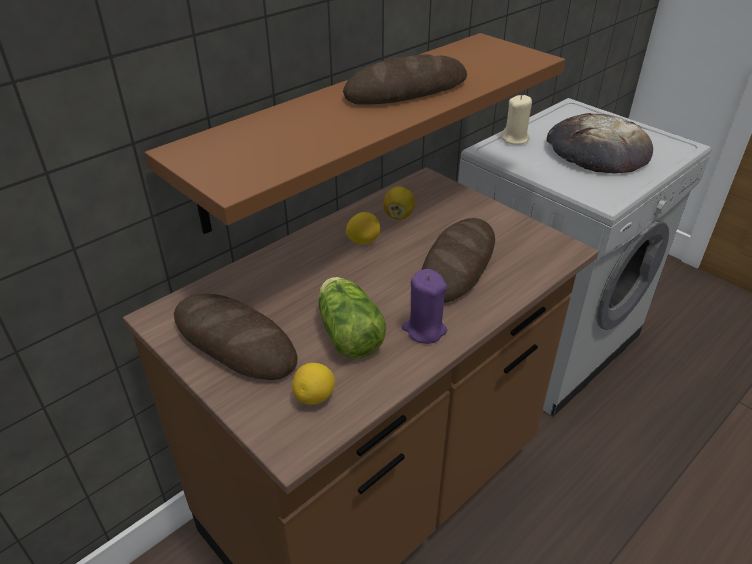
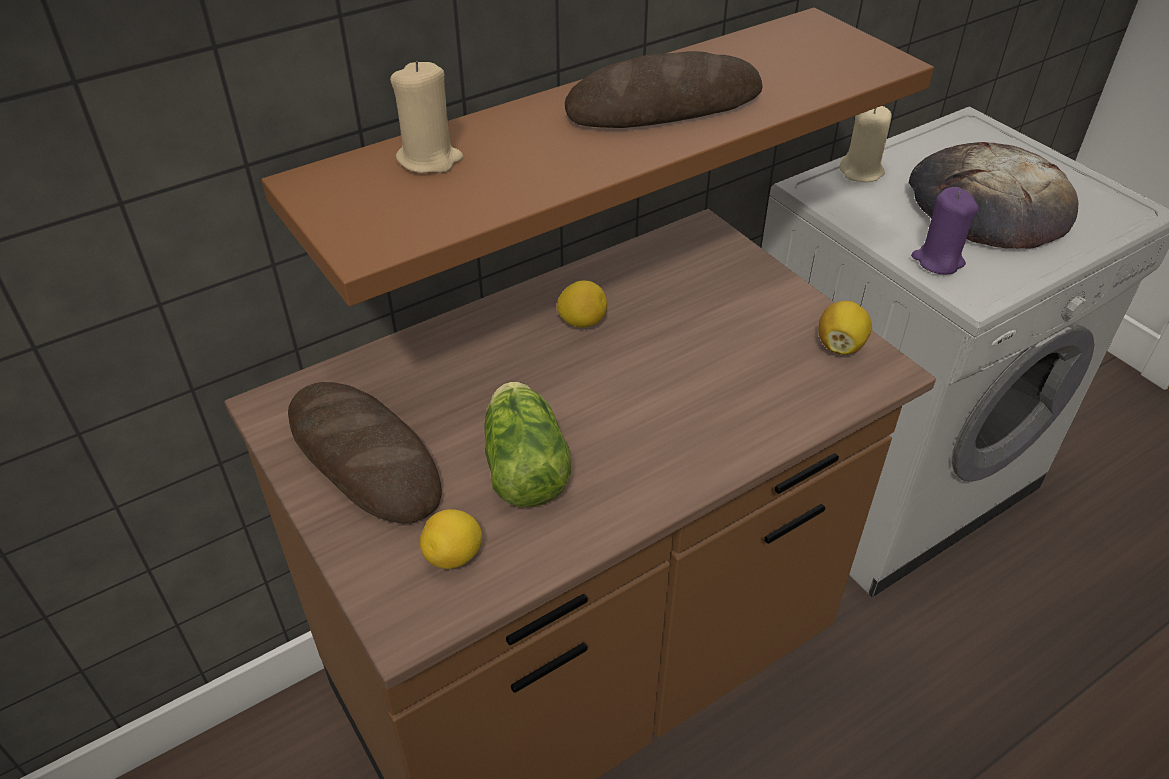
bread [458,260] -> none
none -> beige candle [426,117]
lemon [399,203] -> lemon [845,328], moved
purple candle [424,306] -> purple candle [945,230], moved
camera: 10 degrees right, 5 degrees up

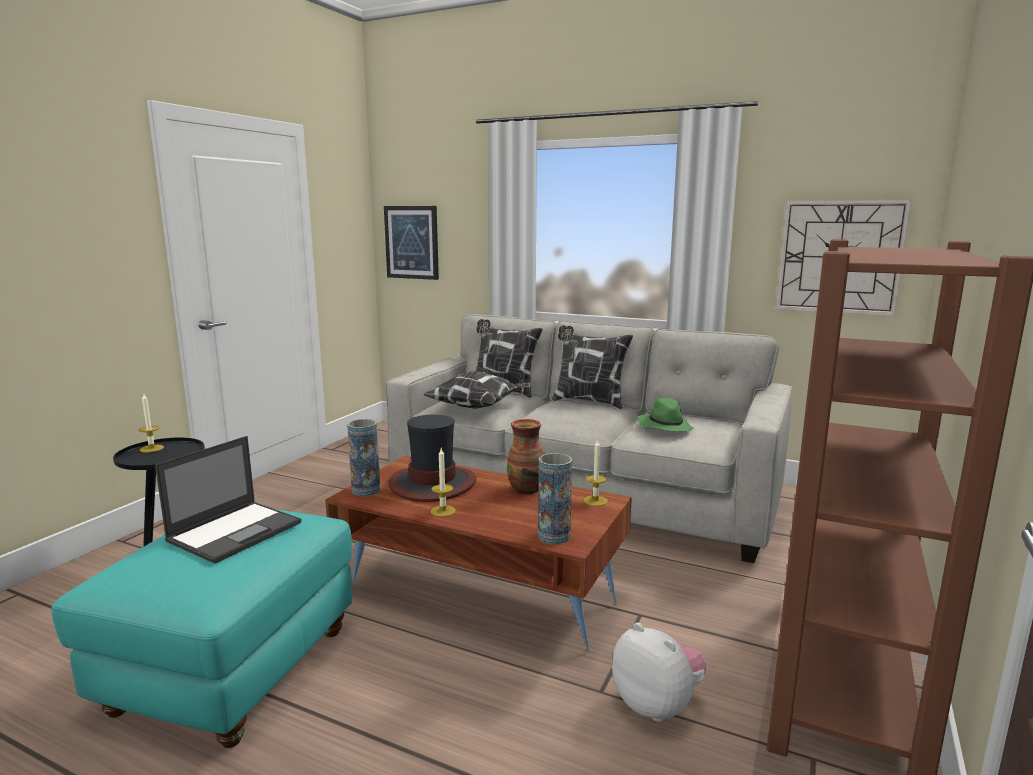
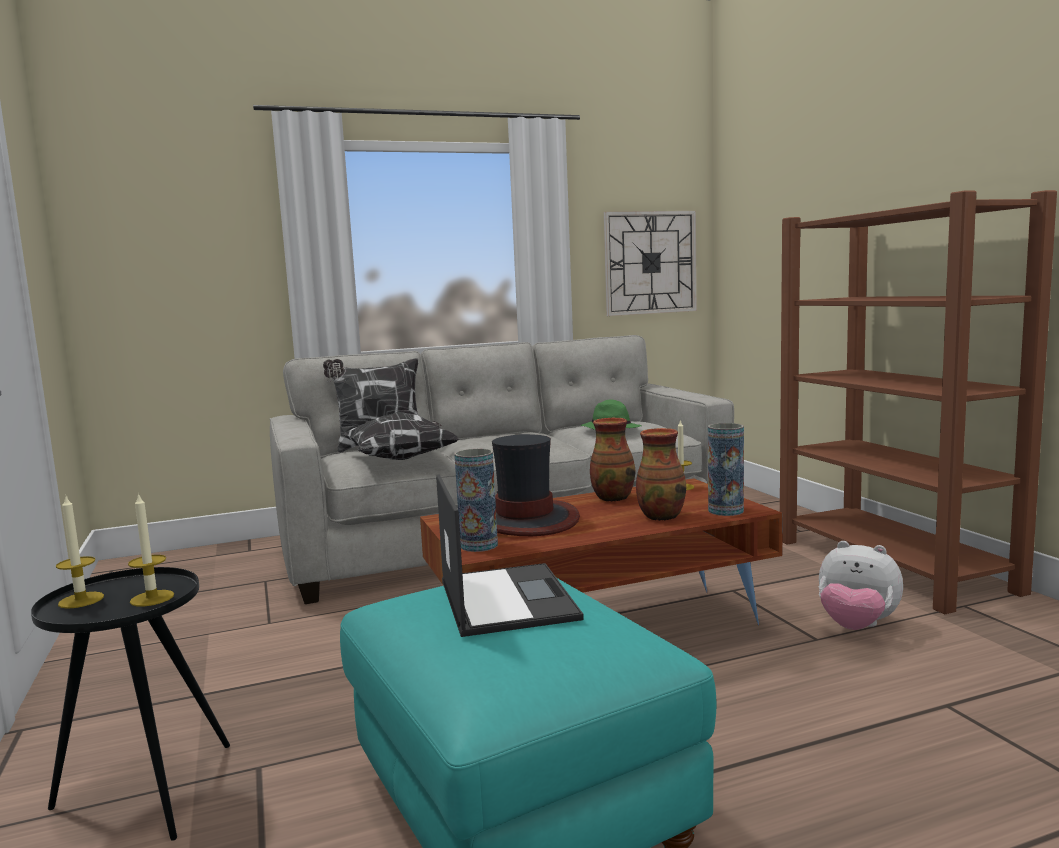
picture [411,243] -> none
pillow [592,367] -> none
none -> vase [661,474]
candle [443,482] -> candle [151,550], moved
plush toy [659,672] -> plush toy [861,585], 150 degrees counterclockwise
camera: 45 degrees left, 5 degrees down

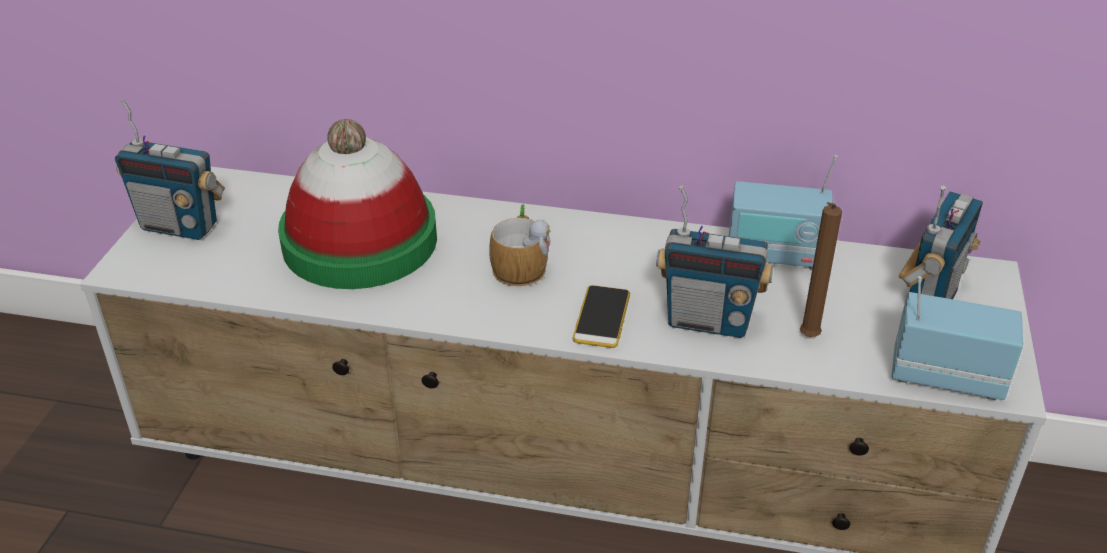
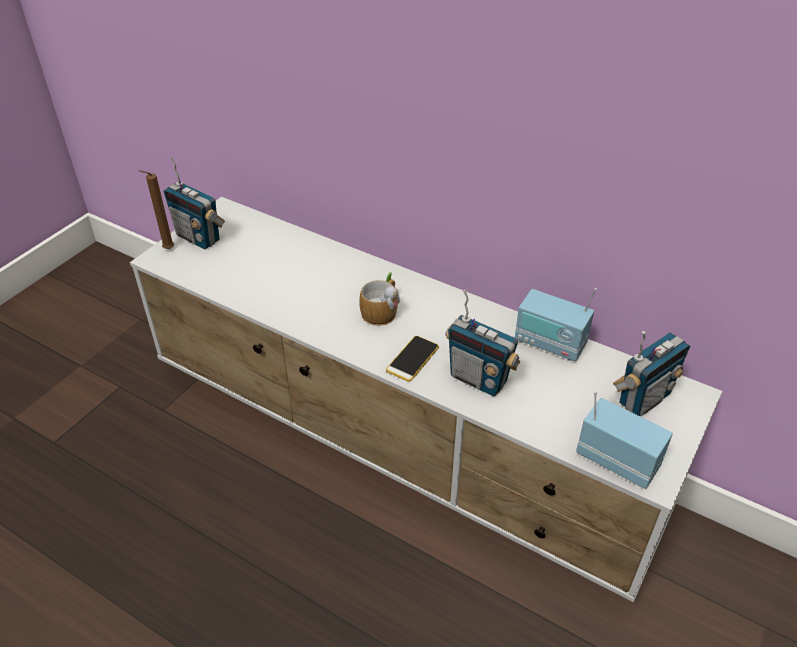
hat [357,204] -> none
brown candle [821,269] -> brown candle [156,209], moved
camera: 20 degrees right, 5 degrees up

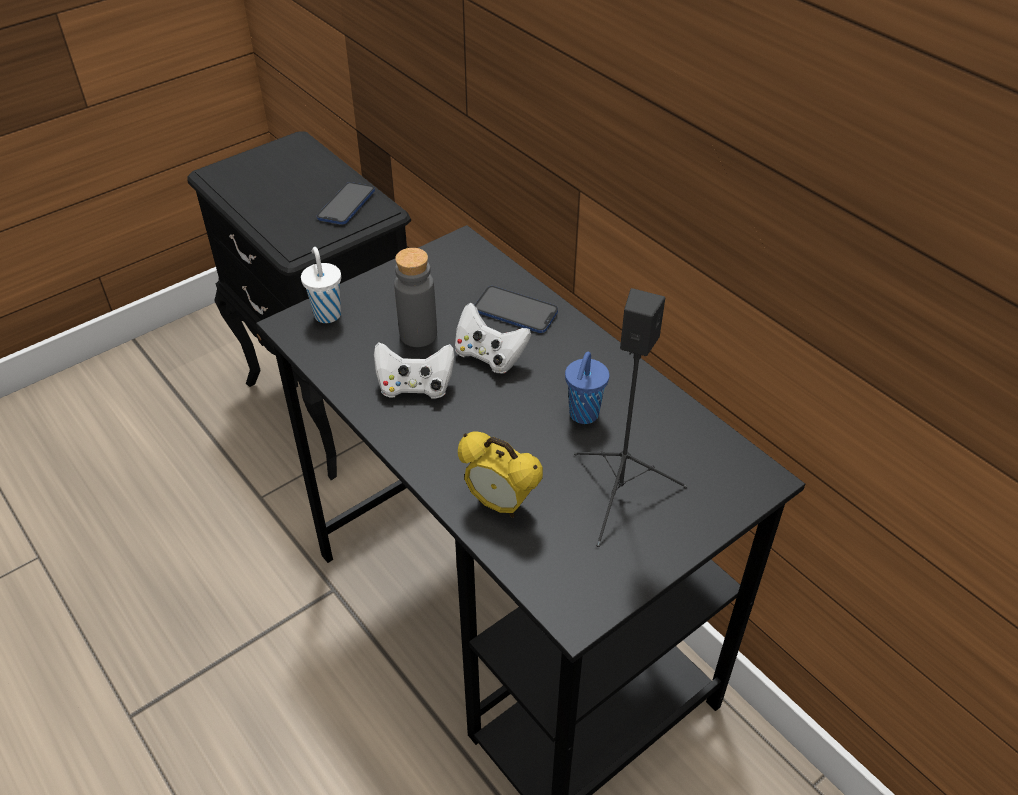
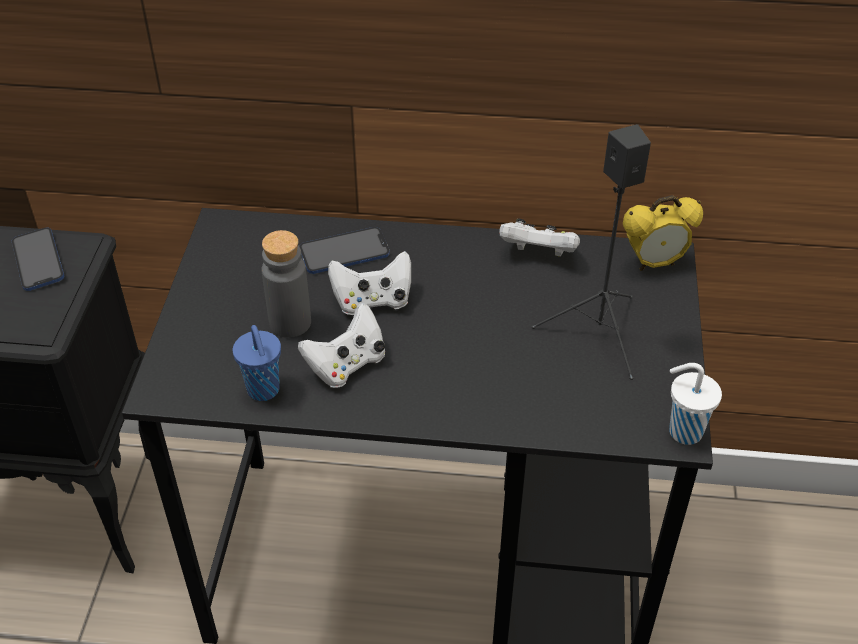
none -> white game controller [540,237]
white cup [321,285] -> white cup [695,404], moved
alarm clock [500,474] -> alarm clock [663,233], moved
blue cup [587,388] -> blue cup [257,363], moved
camera: 45 degrees left, 0 degrees up

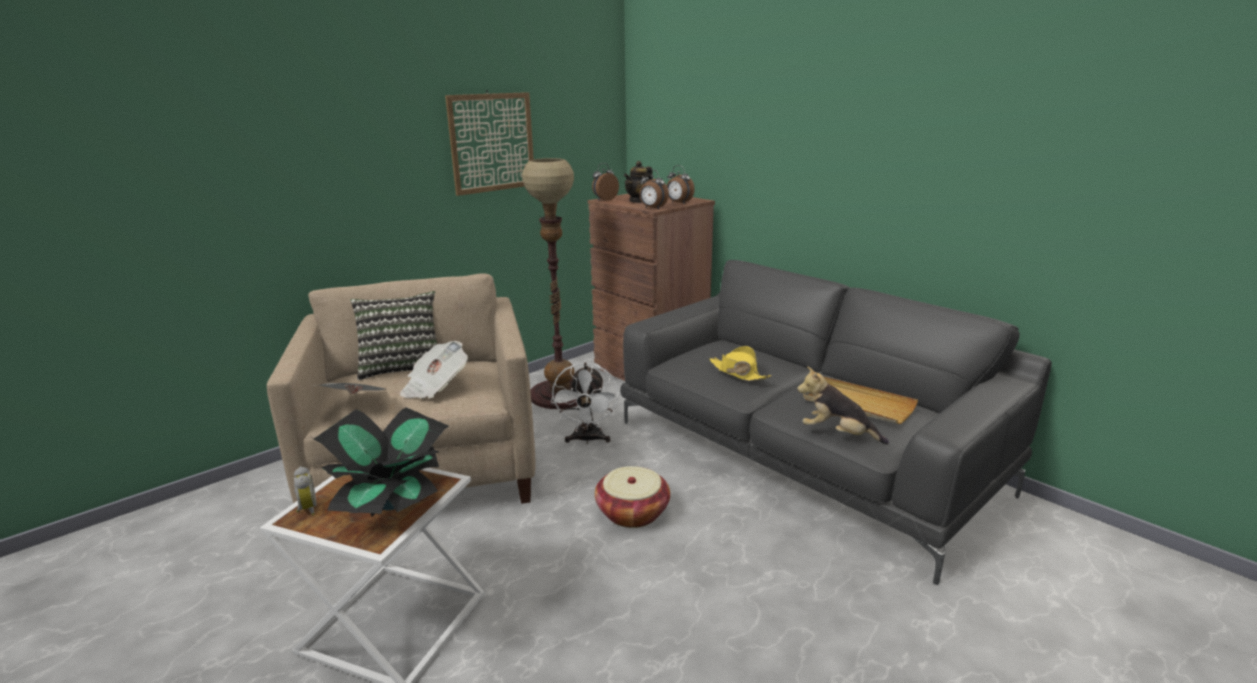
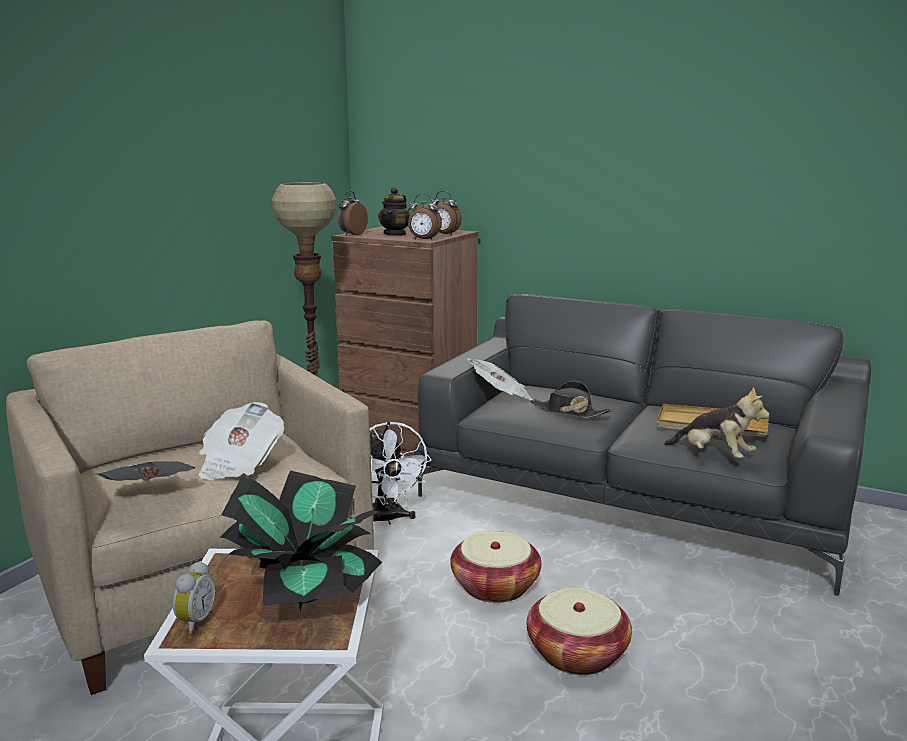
pillow [393,335] -> none
picture [489,143] -> none
none -> newspaper [500,379]
none -> basket [579,631]
yellow hat [740,363] -> black hat [571,399]
alarm clock [305,491] -> alarm clock [194,597], 60 degrees clockwise
plush toy [843,405] -> plush toy [716,422], 150 degrees counterclockwise
camera: 20 degrees left, 5 degrees down

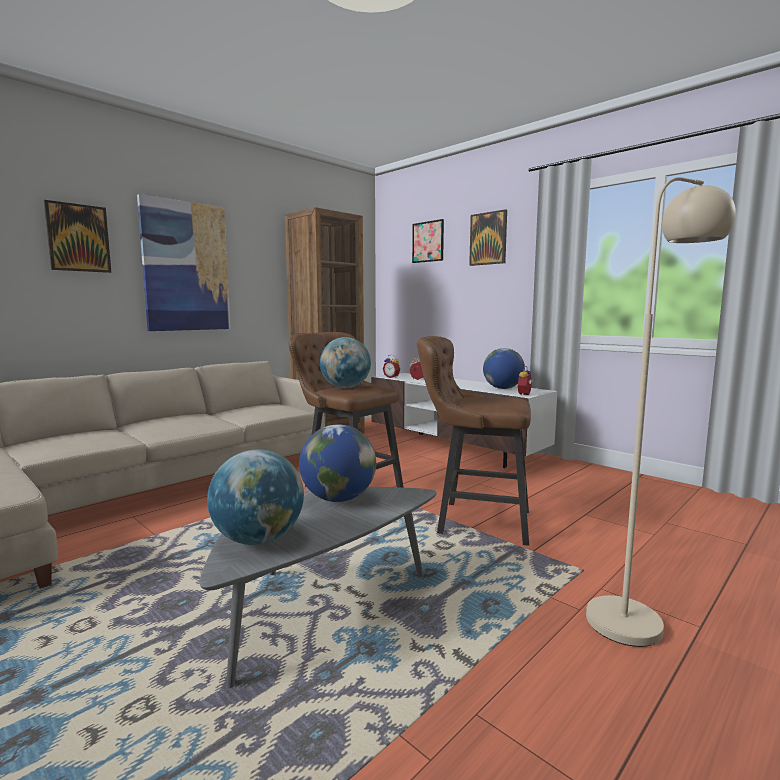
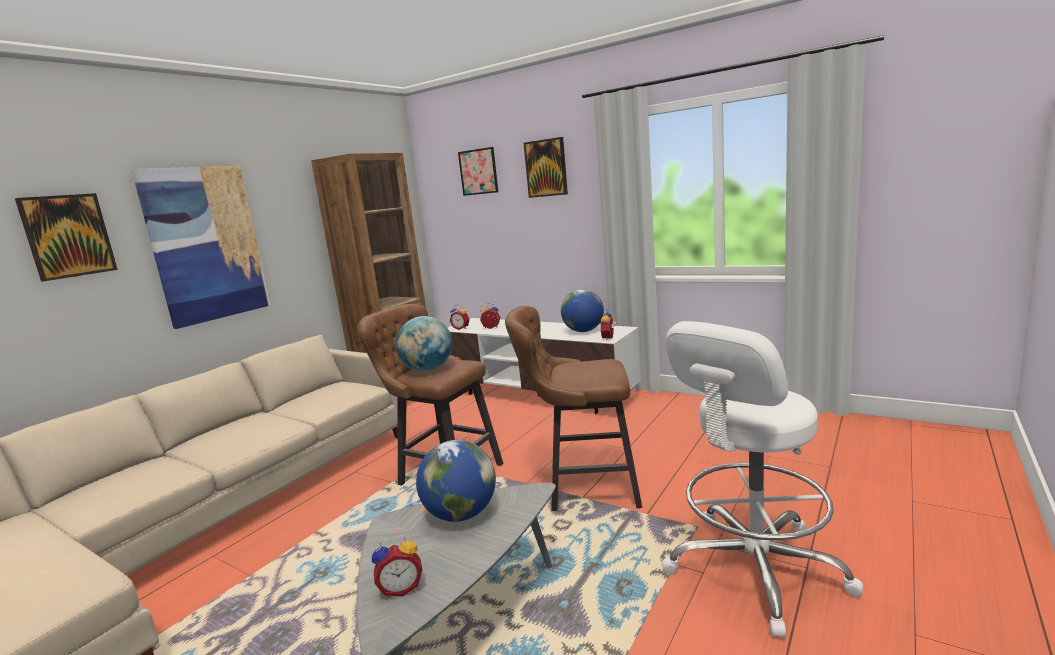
globe [255,497] -> alarm clock [397,566]
beige floor lamp [661,412] -> white stool [763,479]
camera: 10 degrees left, 5 degrees up

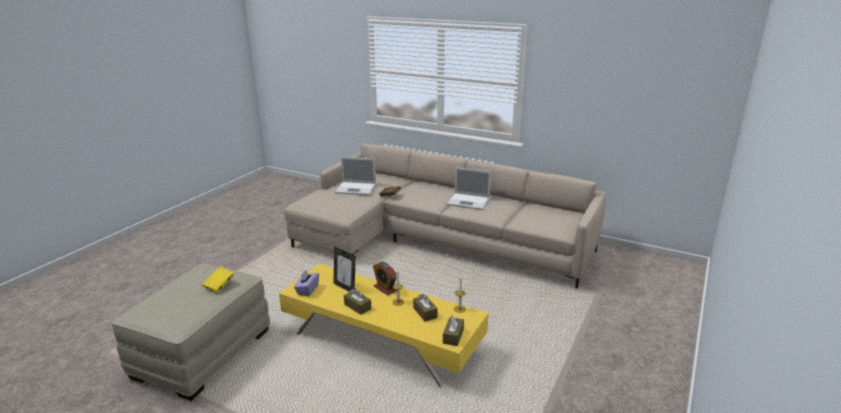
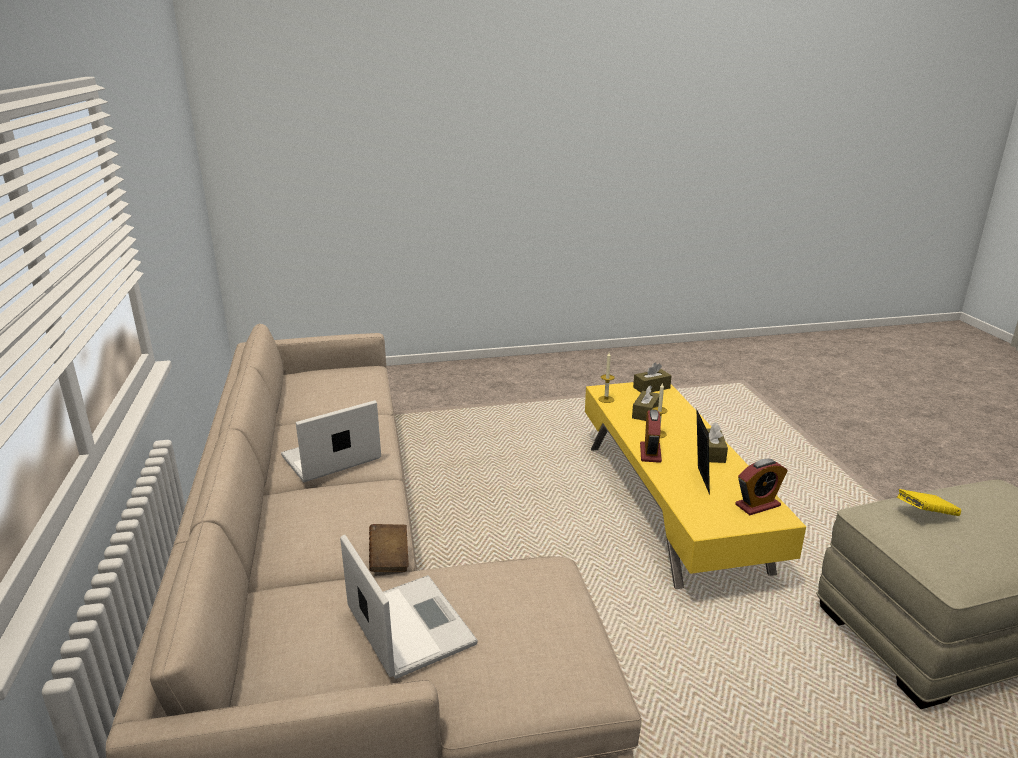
purple tissue box [306,283] -> alarm clock [761,487]
laptop [468,188] -> laptop [331,441], 105 degrees counterclockwise
camera: 130 degrees left, 0 degrees up

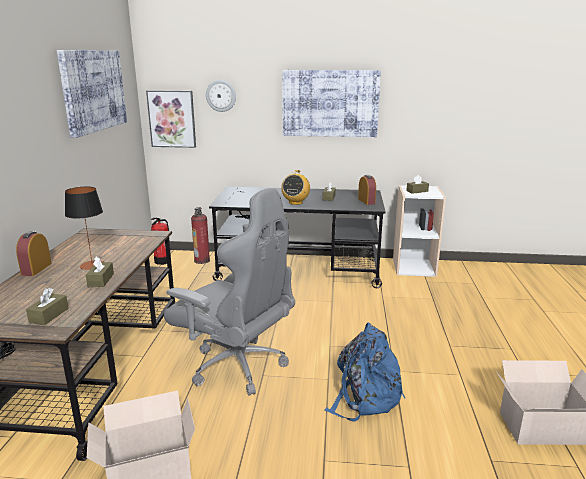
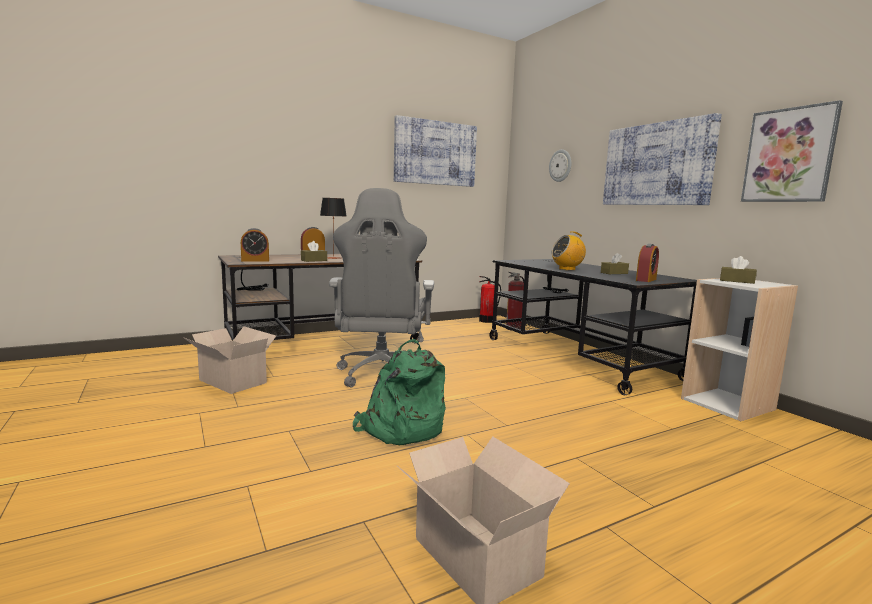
picture [171,119] -> picture [792,151], moved
brown tissue box [47,306] -> alarm clock [255,245]
blue backpack [364,372] -> green backpack [399,392]
camera: 55 degrees right, 10 degrees down

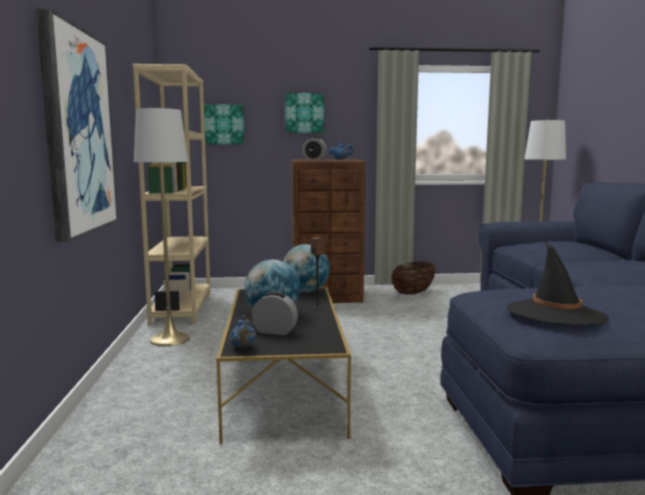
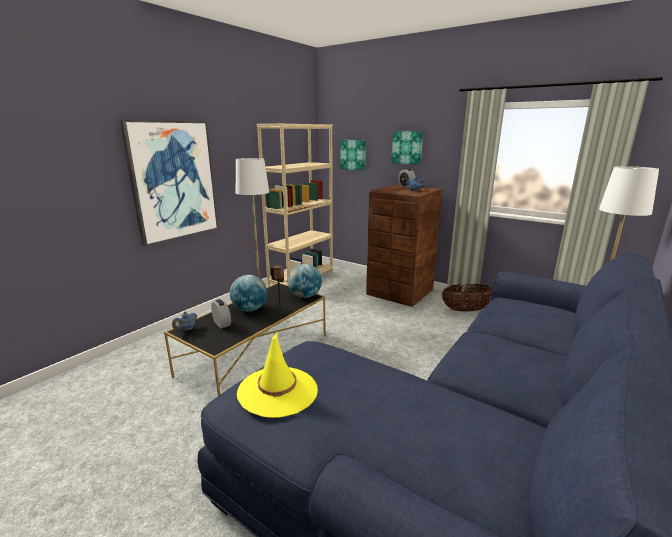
black hat [558,284] -> yellow hat [277,375]
camera: 40 degrees right, 10 degrees up

